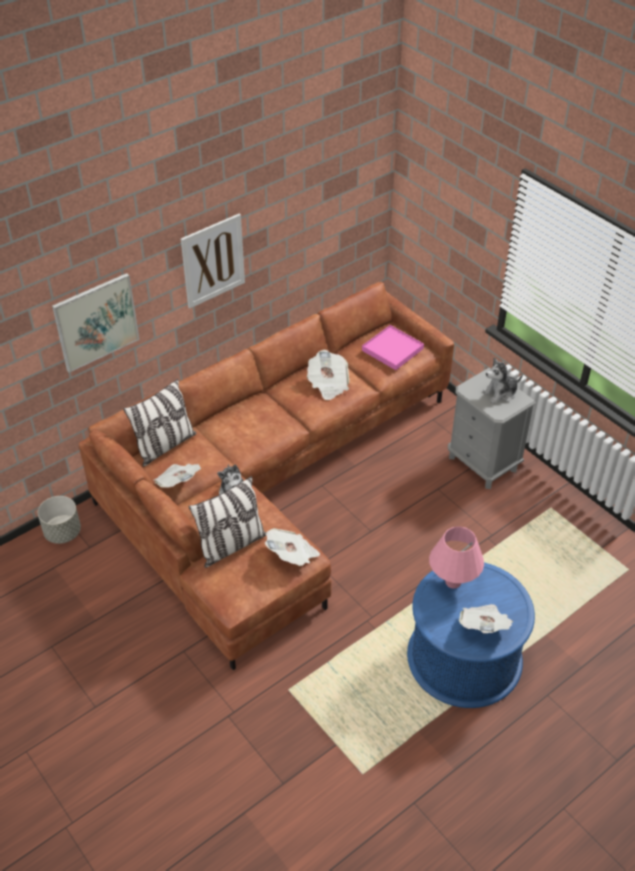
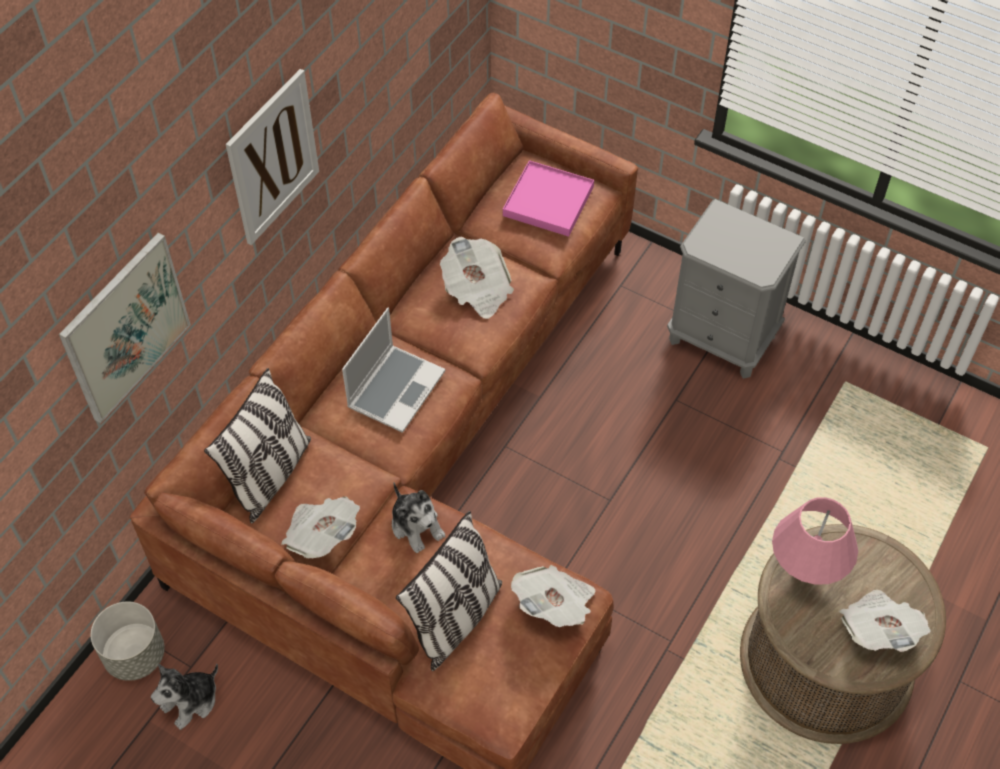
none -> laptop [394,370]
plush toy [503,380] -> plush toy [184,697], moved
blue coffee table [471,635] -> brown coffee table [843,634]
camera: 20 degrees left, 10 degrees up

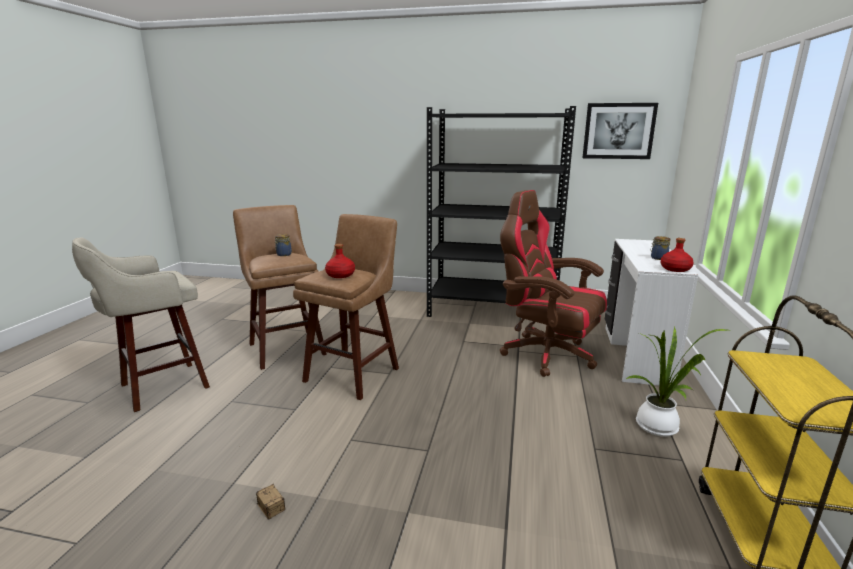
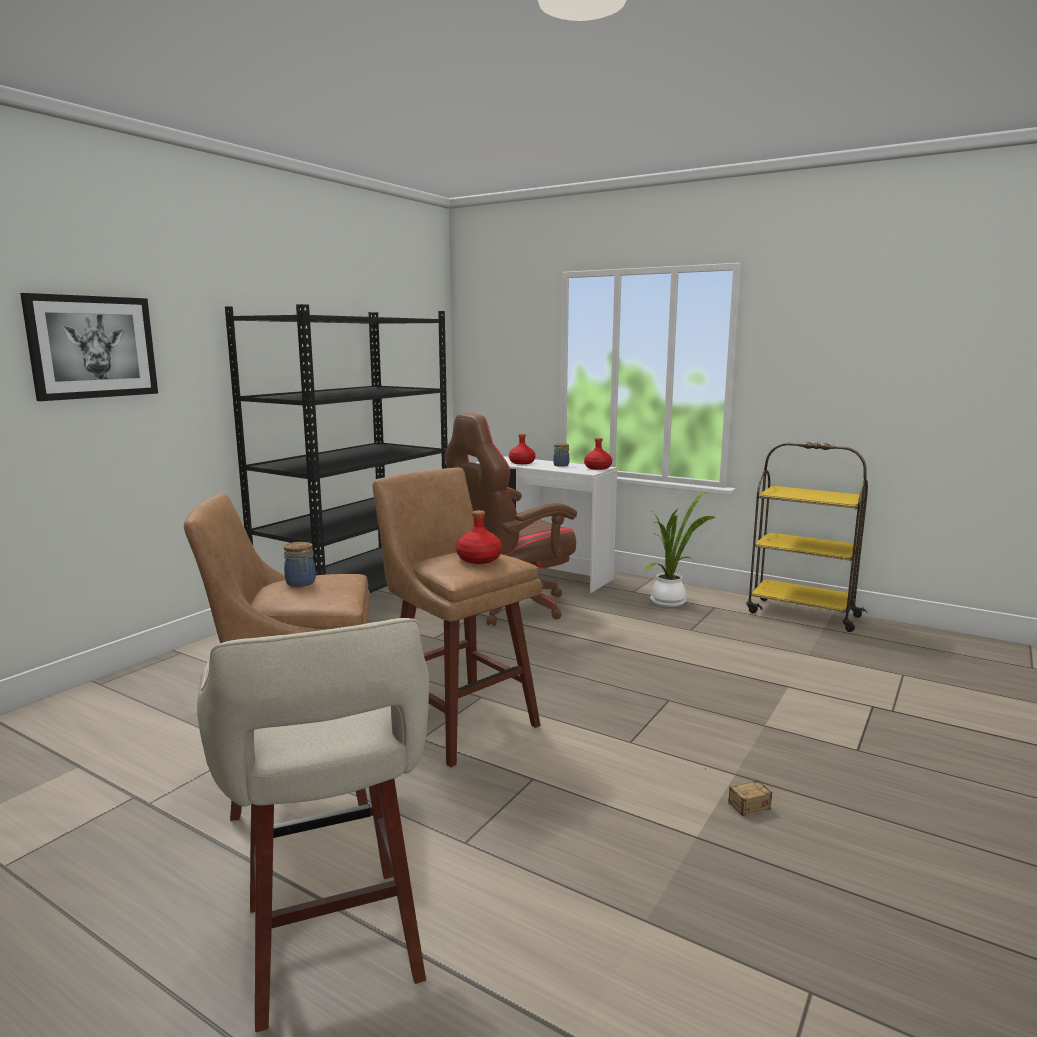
none -> red bottle [522,449]
picture [620,131] -> picture [89,347], moved
camera: 70 degrees left, 5 degrees down

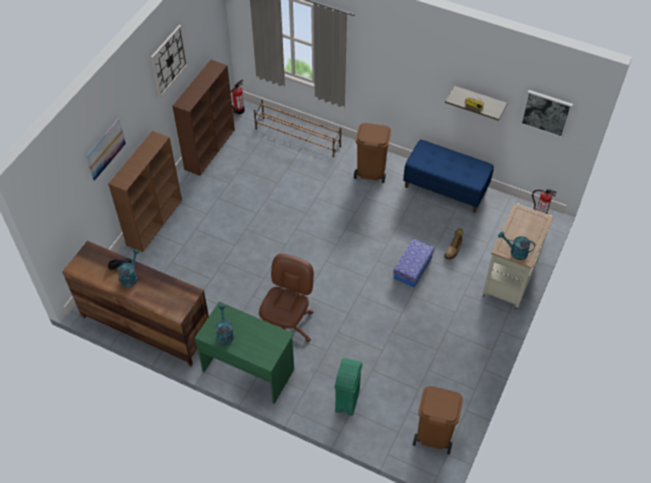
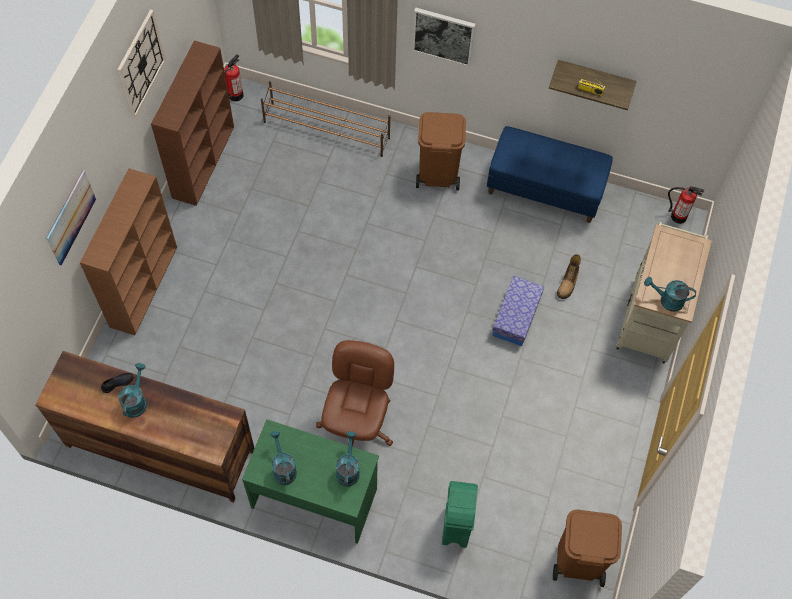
none -> turquoise watering can [348,459]
picture [546,114] -> picture [444,37], moved
camera: 10 degrees left, 10 degrees up

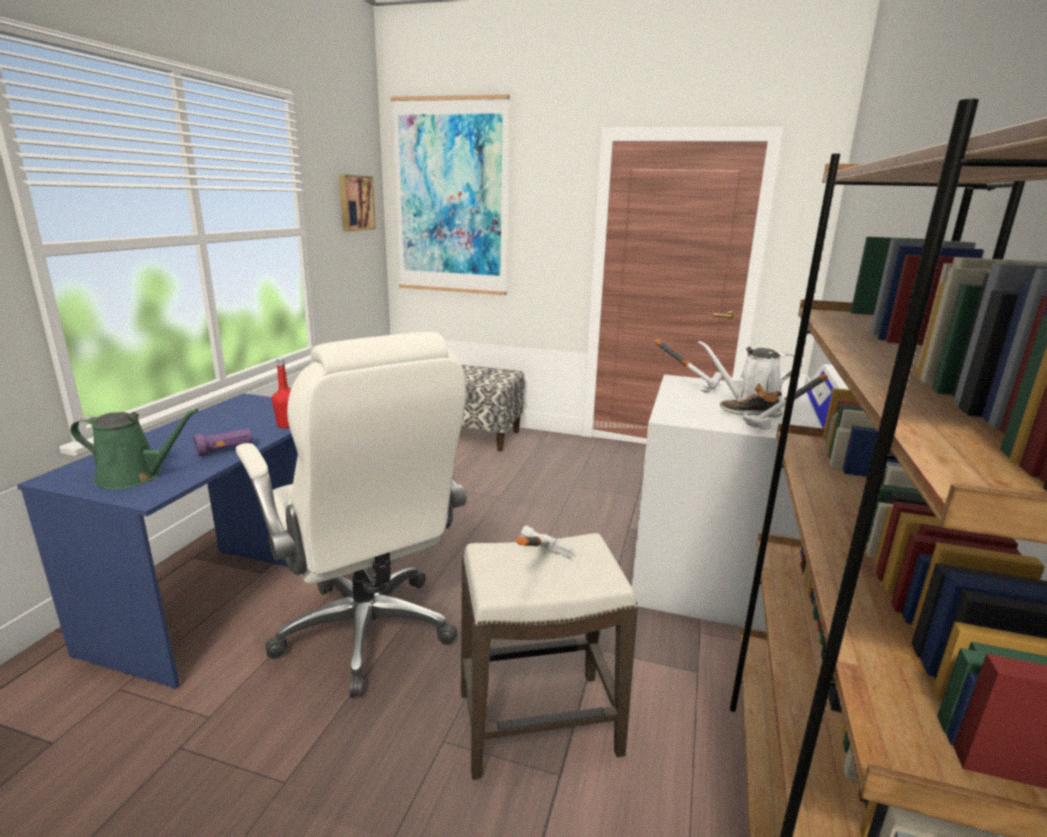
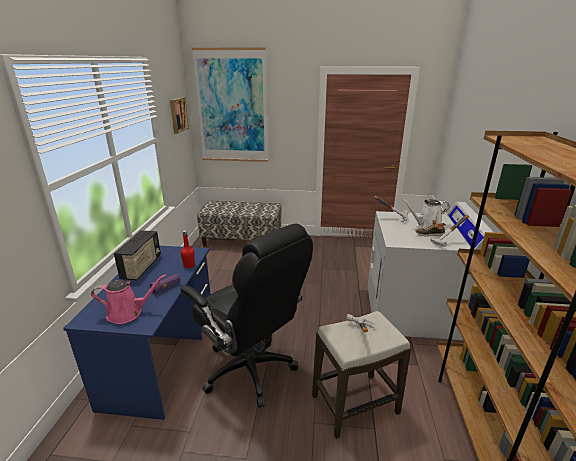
none -> radio [137,255]
green watering can [134,449] -> pink watering can [128,299]
white office chair [351,515] -> black office chair [246,316]
camera: 10 degrees left, 5 degrees up

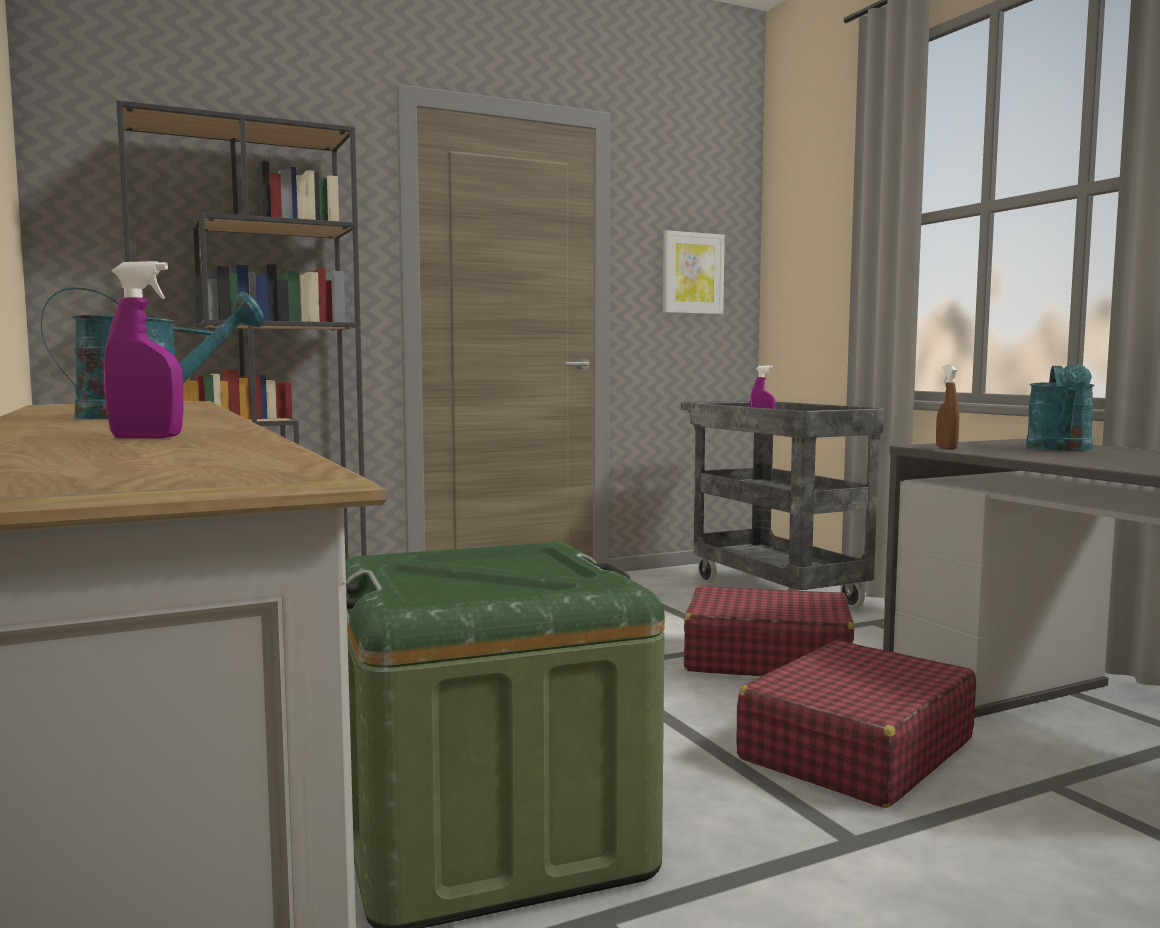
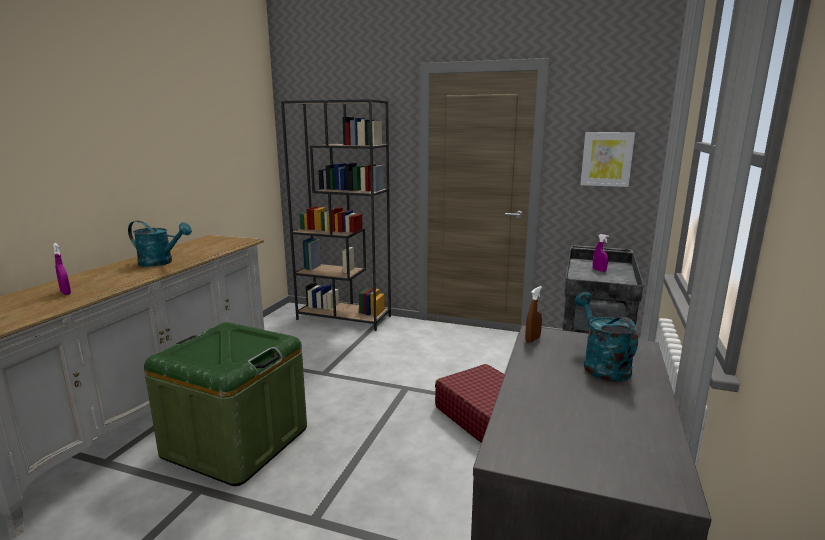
red suitcase [856,724] -> none
turquoise watering can [1060,407] -> turquoise watering can [606,337], 105 degrees clockwise
camera: 45 degrees right, 10 degrees up

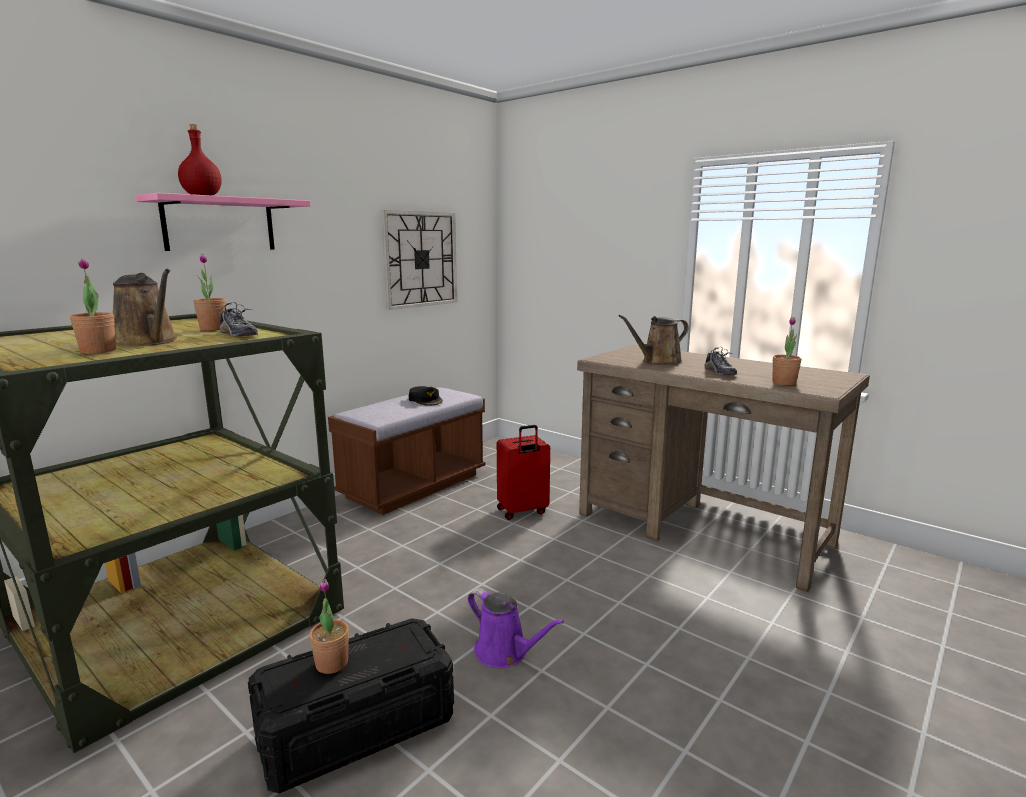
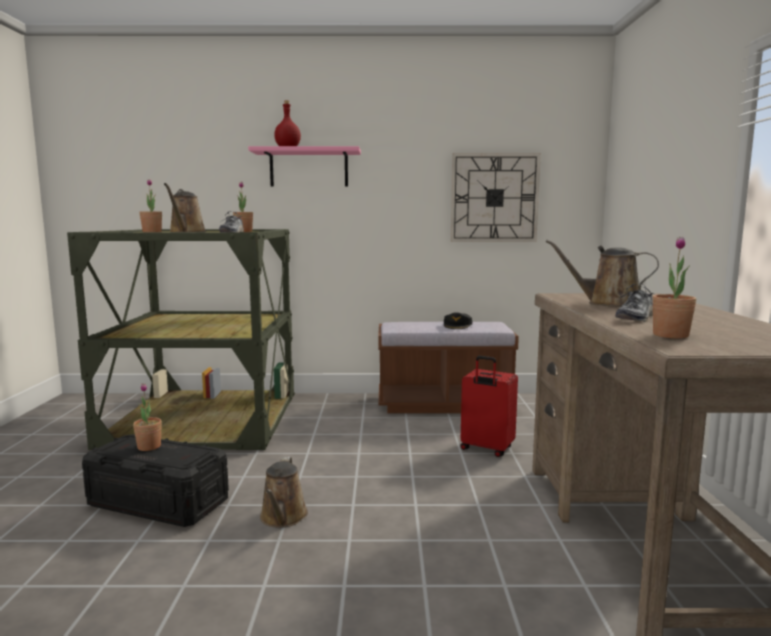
purple watering can [516,628] -> brown watering can [284,492]
camera: 50 degrees right, 5 degrees down

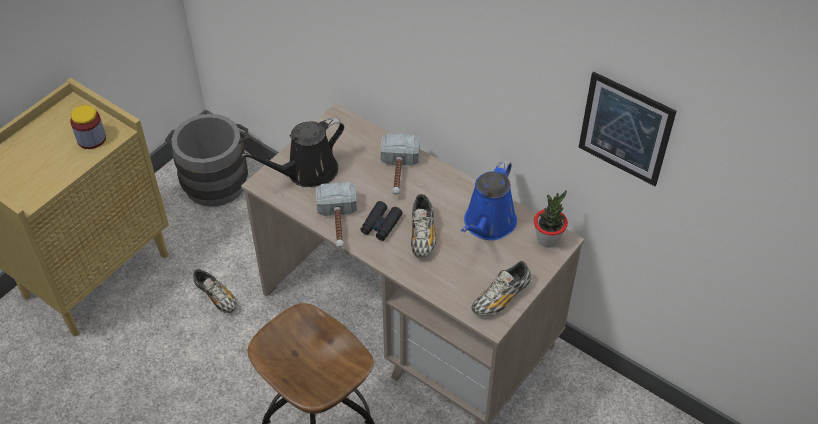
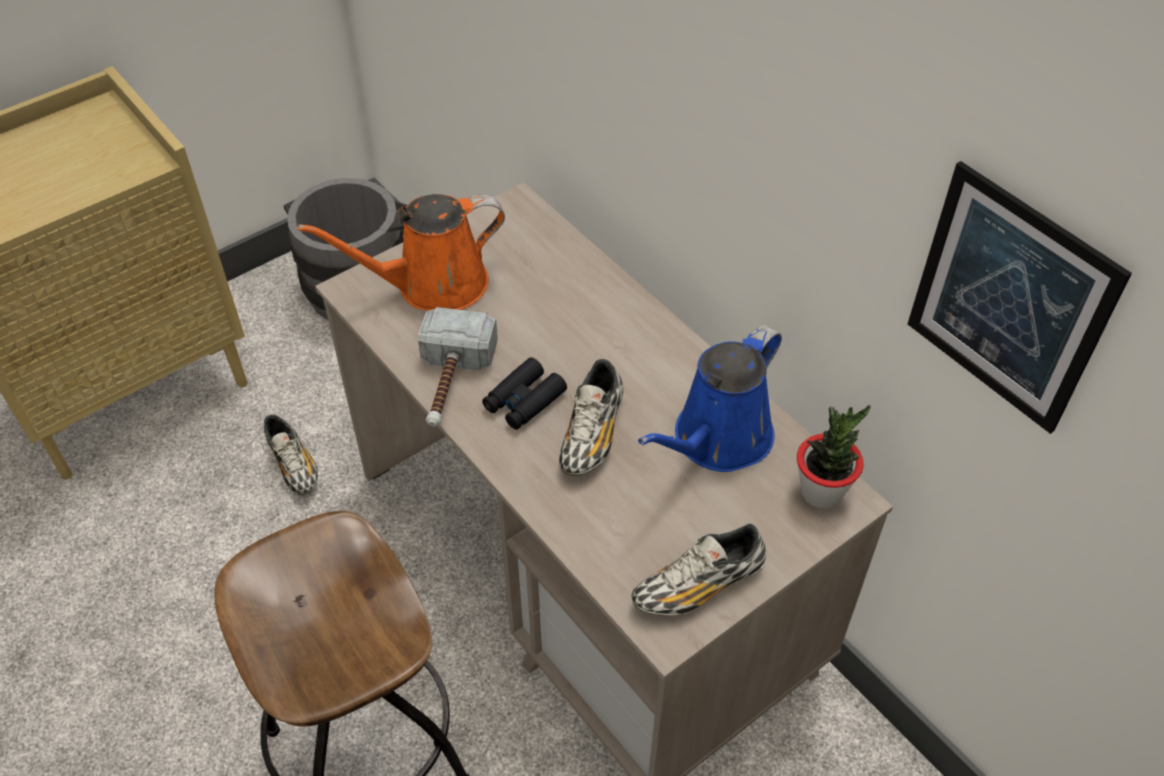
jar [88,127] -> none
hammer [400,164] -> none
black watering can [292,152] -> orange watering can [401,252]
camera: 15 degrees right, 0 degrees up

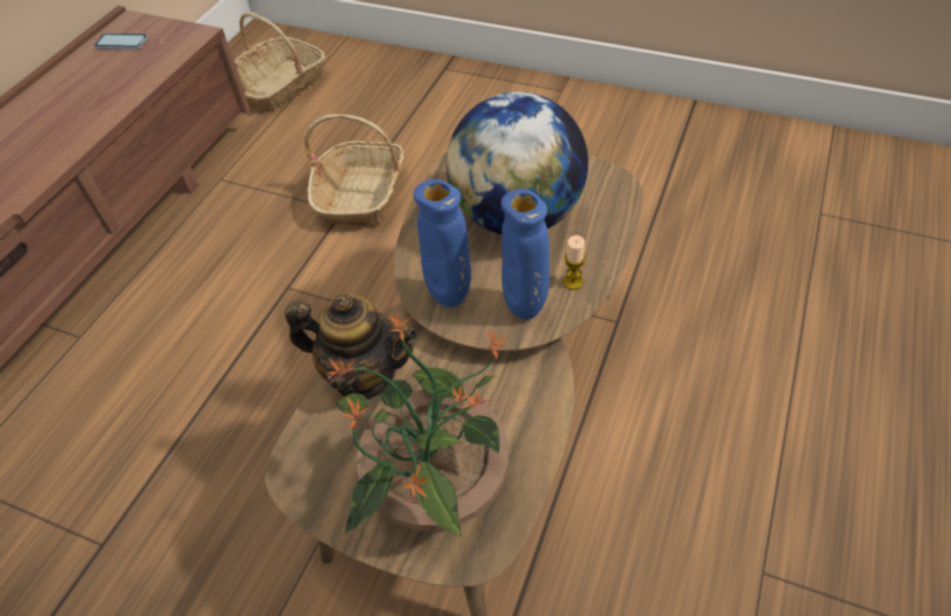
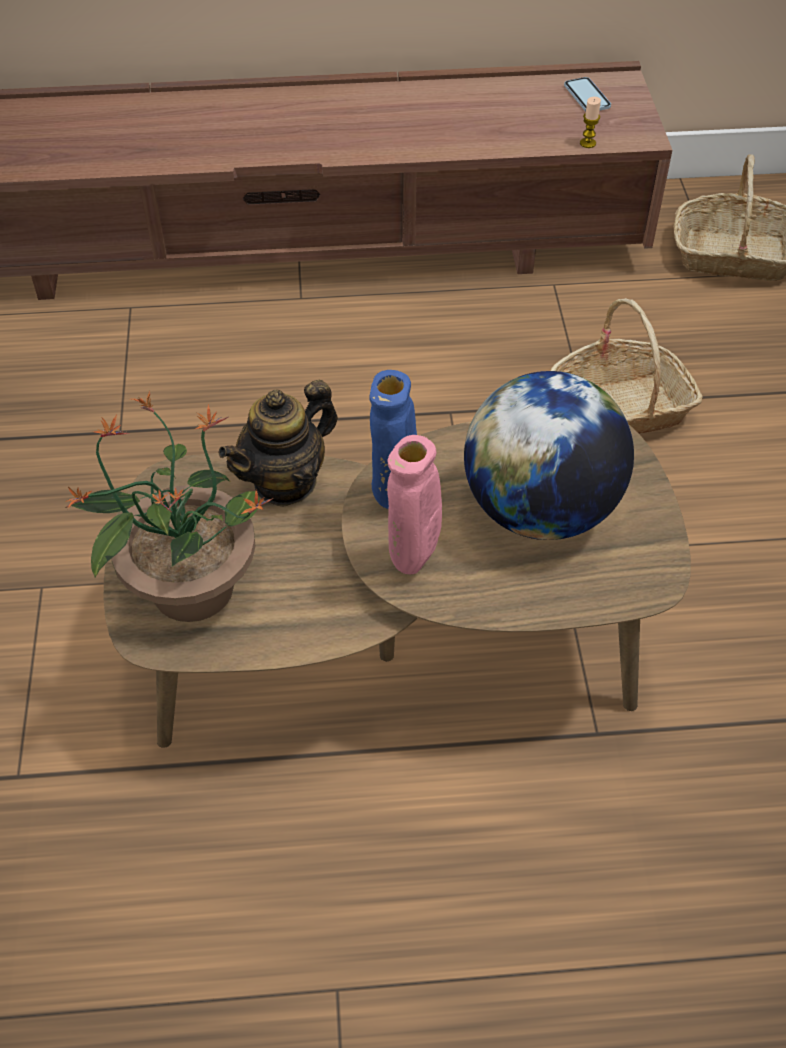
candle [574,262] -> candle [590,122], moved
blue vase [525,254] -> pink vase [414,504]
teapot [351,346] -> teapot [278,443], 60 degrees clockwise
camera: 60 degrees right, 0 degrees up

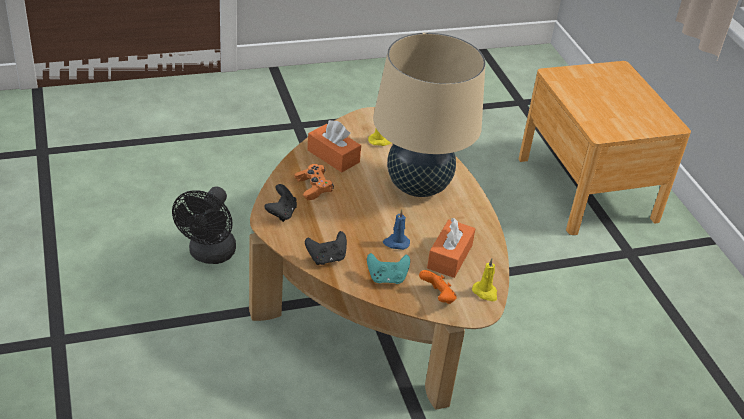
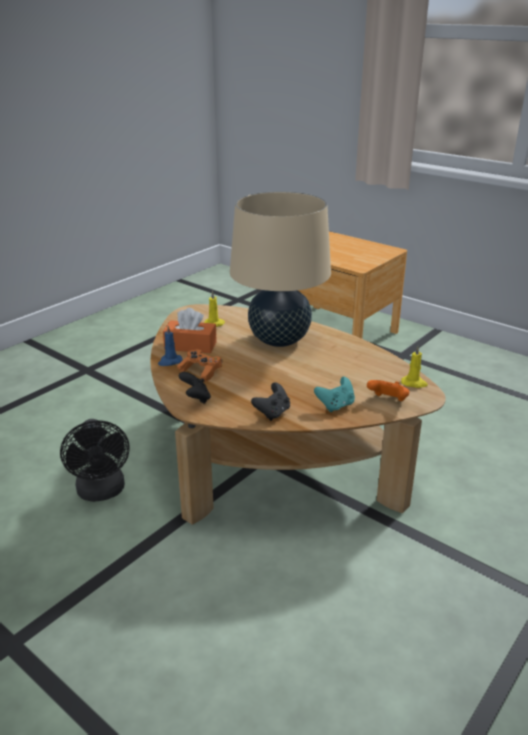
orange tissue box [451,248] -> none
blue candle [396,229] -> blue candle [170,346], moved
camera: 30 degrees left, 10 degrees down

